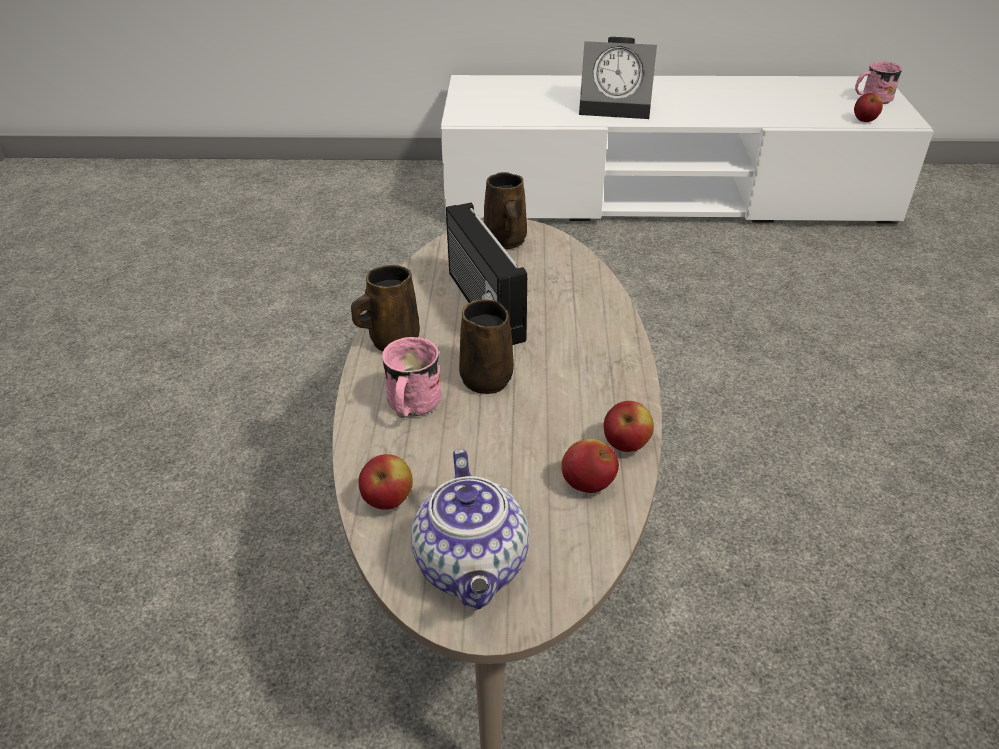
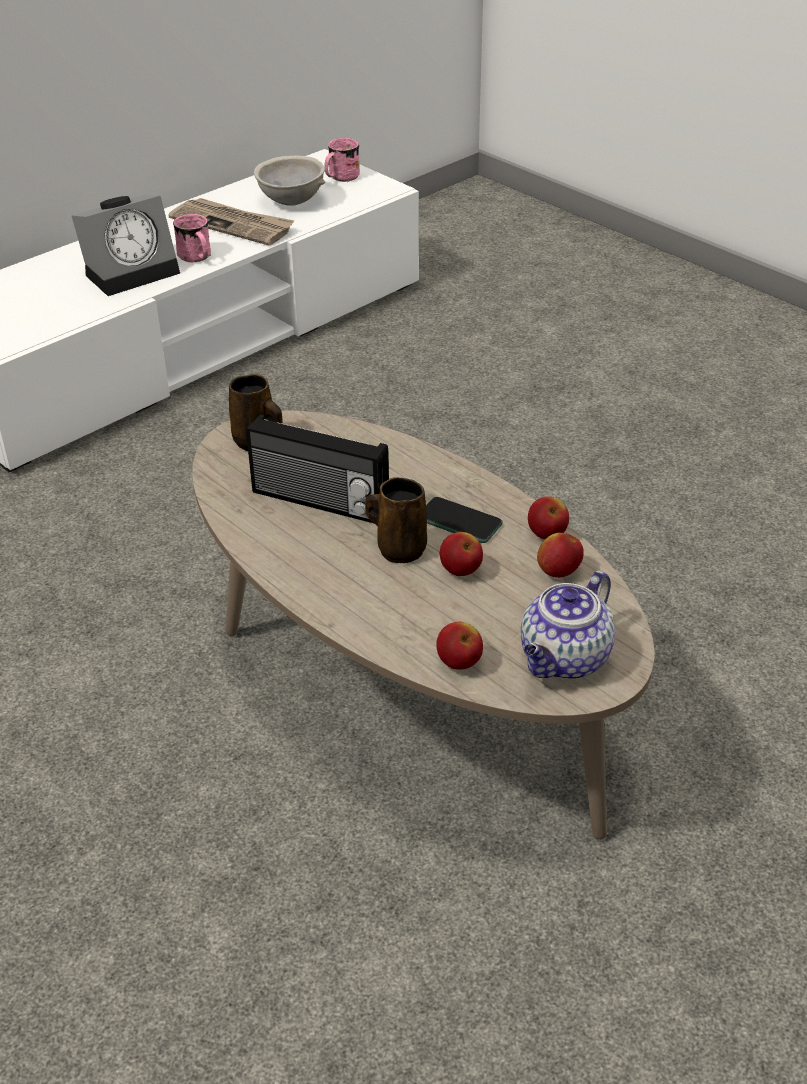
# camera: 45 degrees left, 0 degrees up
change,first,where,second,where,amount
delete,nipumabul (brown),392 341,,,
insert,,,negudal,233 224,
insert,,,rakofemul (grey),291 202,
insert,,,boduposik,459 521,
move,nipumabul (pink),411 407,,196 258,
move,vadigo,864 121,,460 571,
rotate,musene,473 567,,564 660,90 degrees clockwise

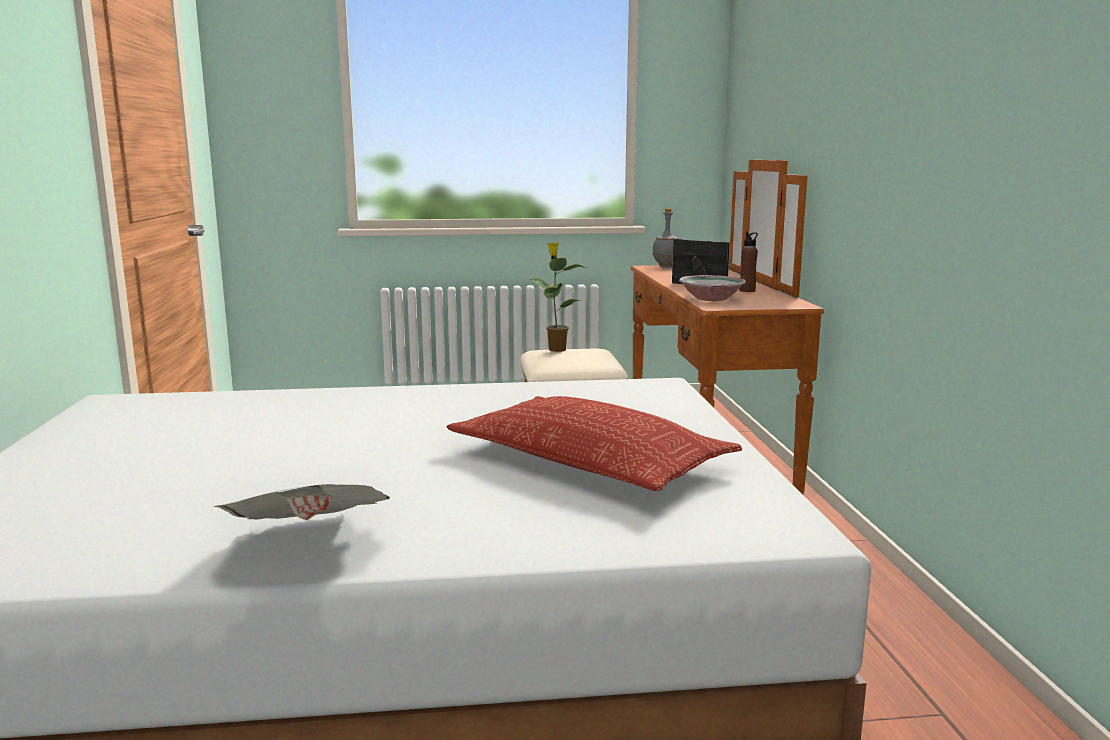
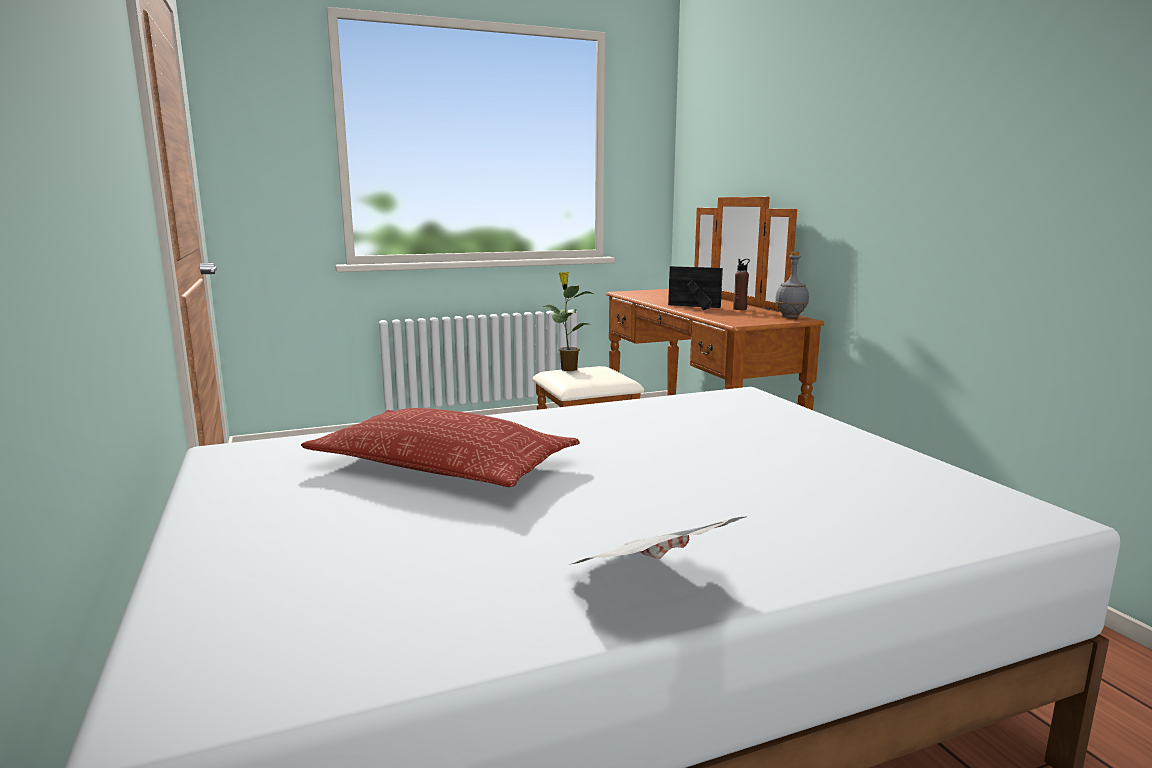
# camera: 15 degrees left, 0 degrees up
change,first,where,second,where,amount
delete,rakofemul,710 298,,,
move,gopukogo,588 459,,441 464,
move,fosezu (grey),666 267,,790 317,

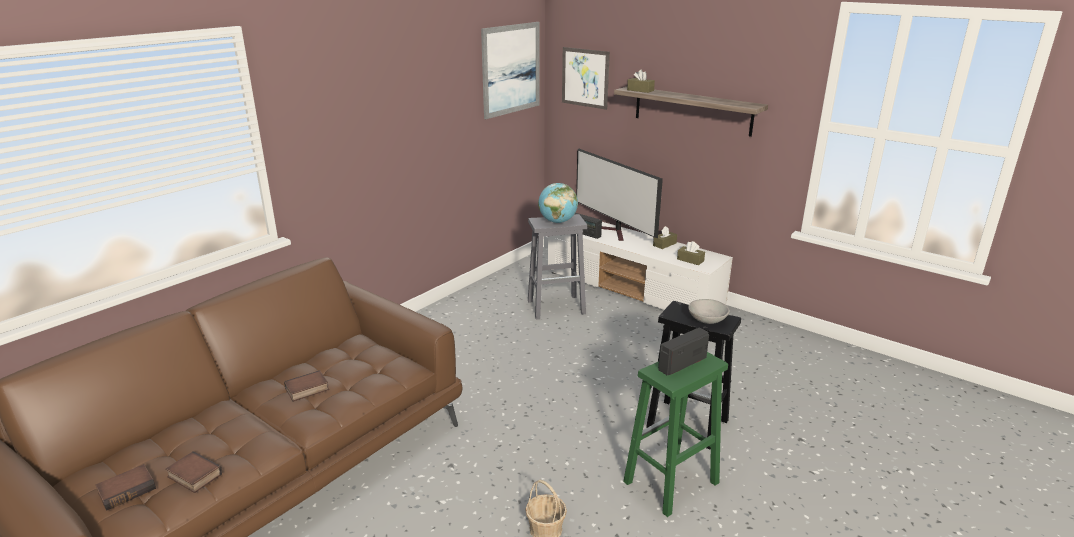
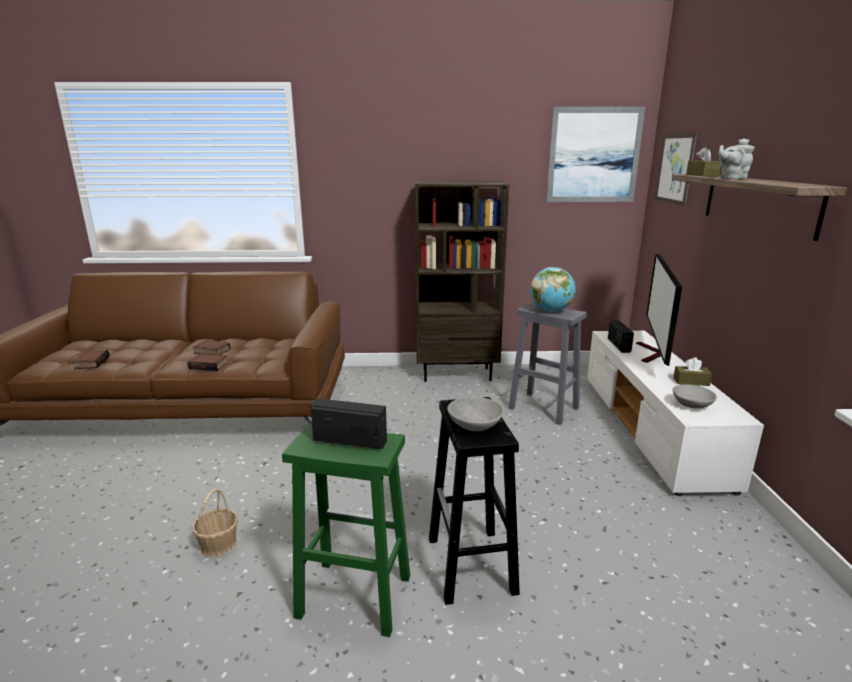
# camera: 50 degrees right, 5 degrees down
change,first,where,second,where,amount
insert,,,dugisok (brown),457 374,
insert,,,musene (grey),731 178,
move,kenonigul,127 490,,209 365,
replace,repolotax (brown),690 260,rakofemul (grey),691 405,

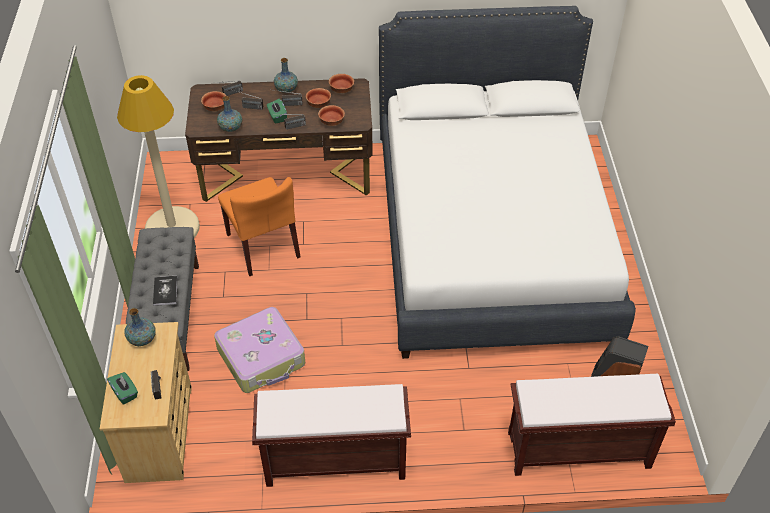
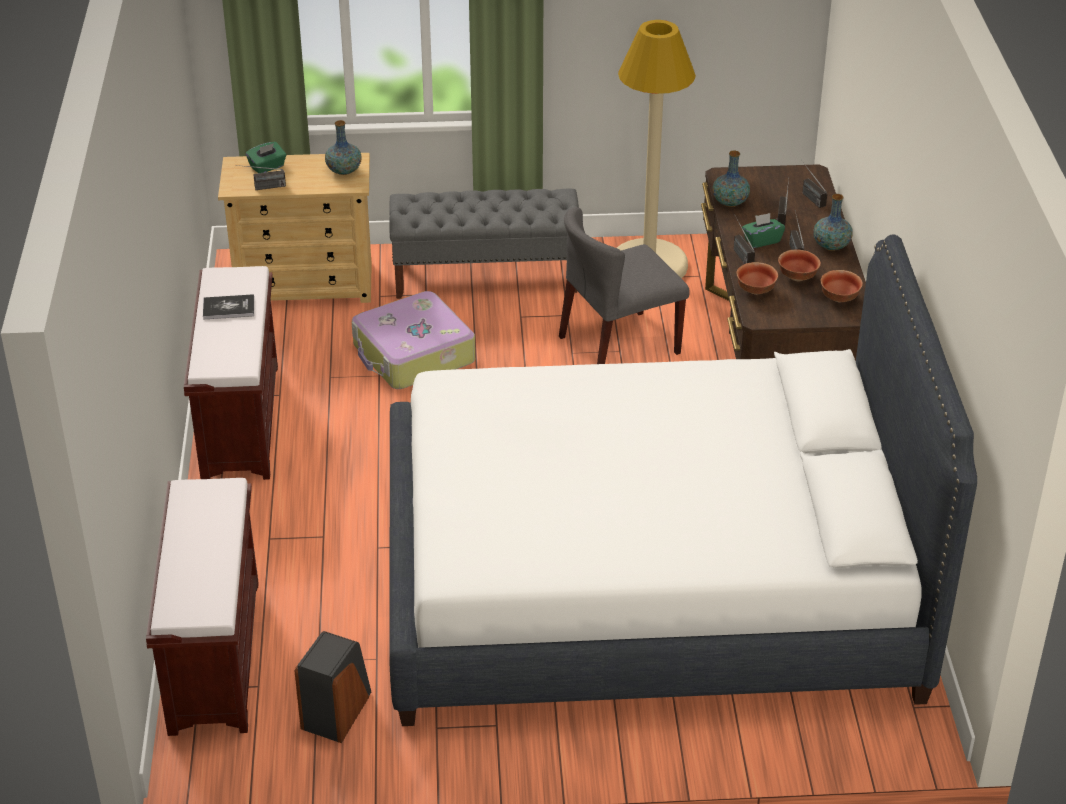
# camera: 90 degrees right, 10 degrees down
change,first,where,second,where,amount
delete,rakofemul,215 108,,,
move,kenonigul,165 291,,228 308,
recolor,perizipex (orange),263 246,perizipex (grey),618 346,

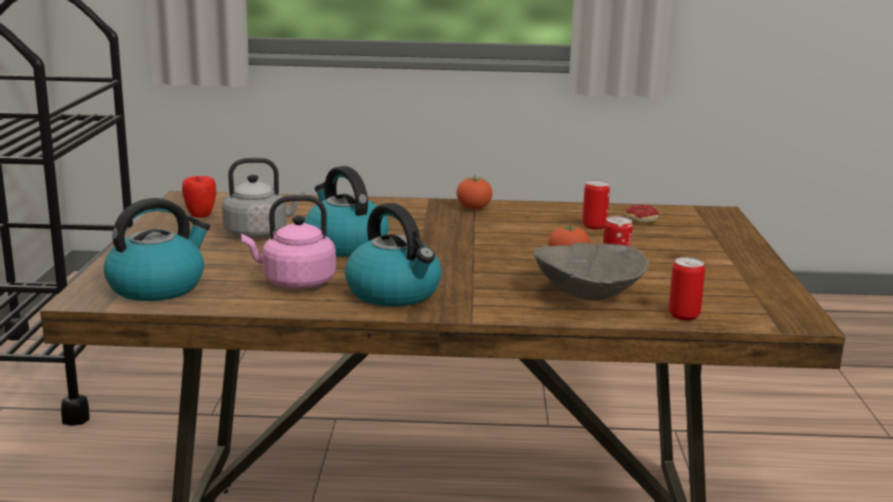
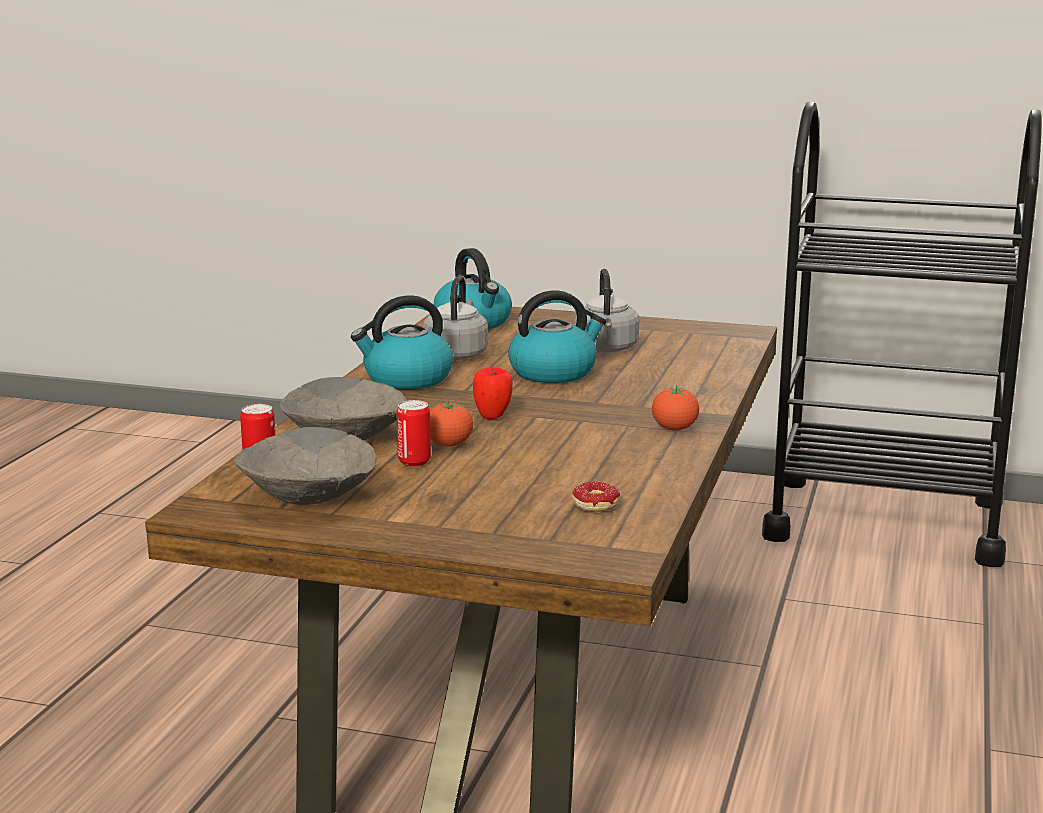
# camera: 105 degrees right, 0 degrees up
change,first,where,second,where,amount
delete,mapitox,594 226,,,
insert,,,rakofemul (grey),308 498,
move,vadigo,200 215,,493 416,
recolor,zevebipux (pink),295 282,zevebipux (grey),457 354,

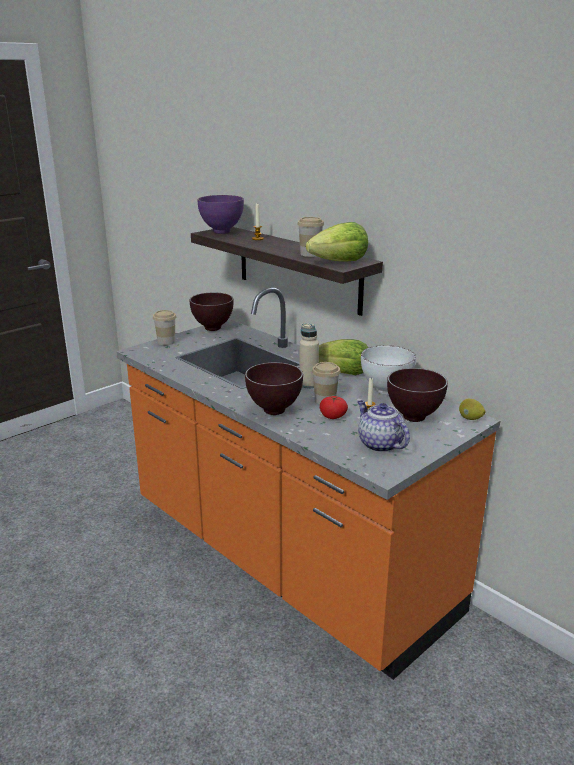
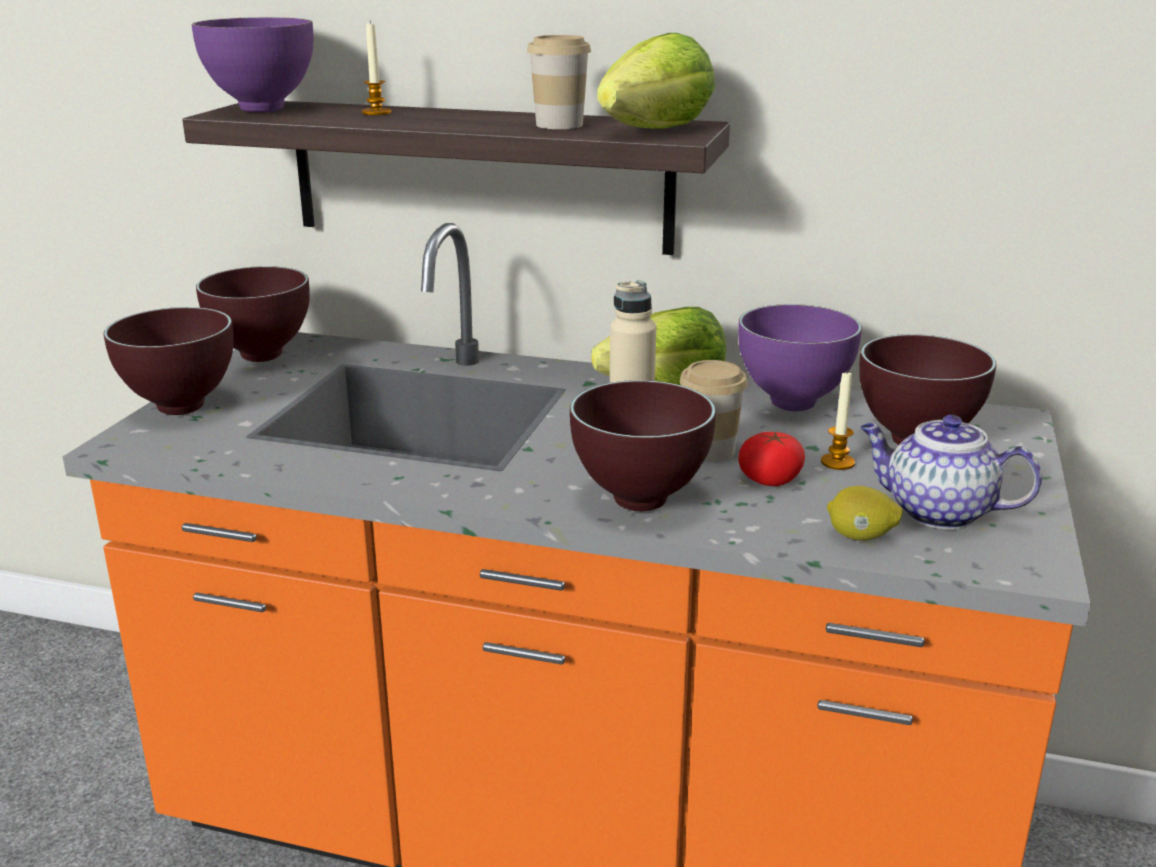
# camera: 30 degrees left, 0 degrees up
change,first,where,second,where,amount
move,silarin,470 419,,860 537,
replace,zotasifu,166 342,rakofemul (brown),180 407,
recolor,rakofemul (white),387 391,rakofemul (purple),796 404,

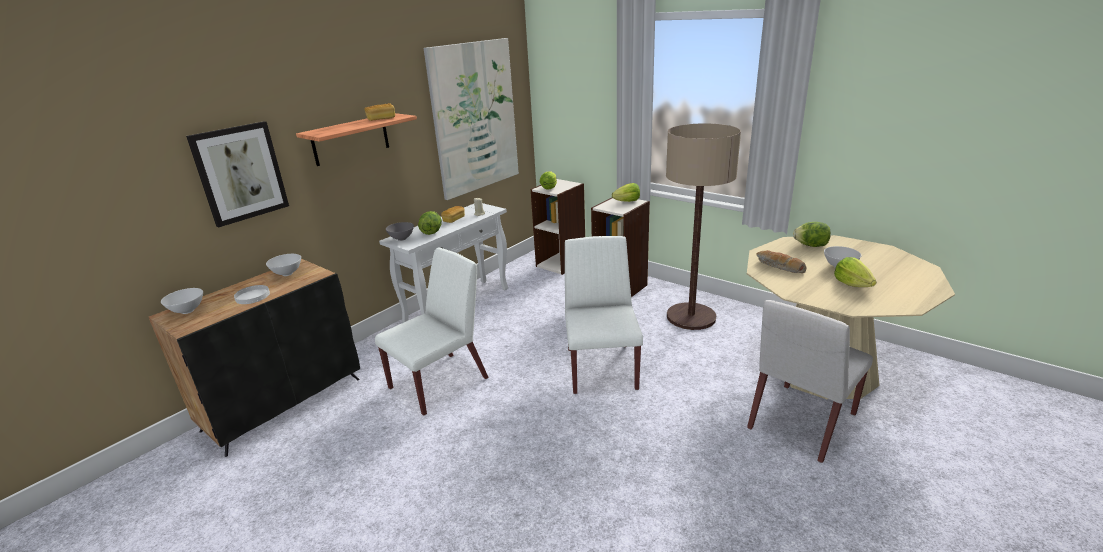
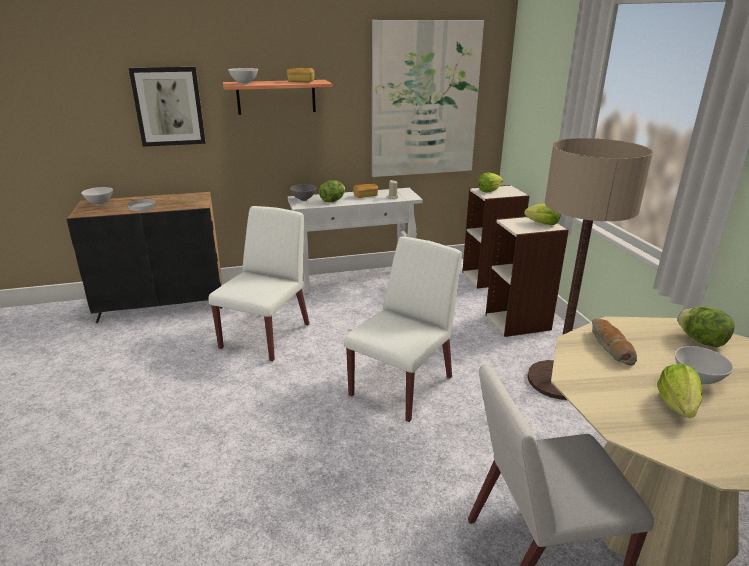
# camera: 35 degrees right, 0 degrees up
change,first,where,second,where,amount
move,rakofemul (white),287 273,,244 83,
rotate,perizipex (white),440 382,,266 335,60 degrees counterclockwise

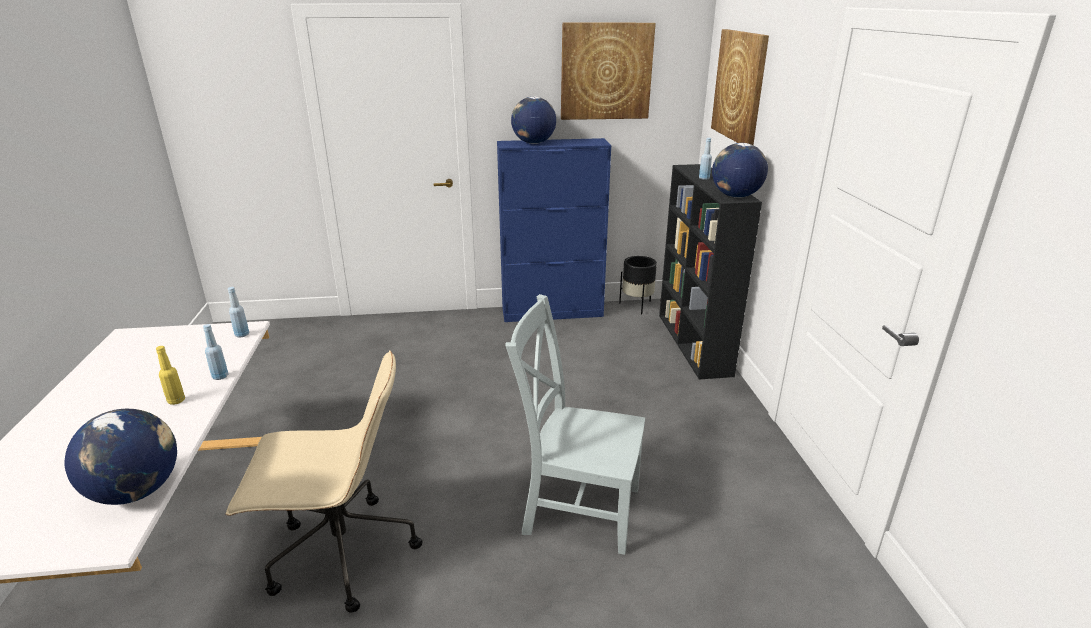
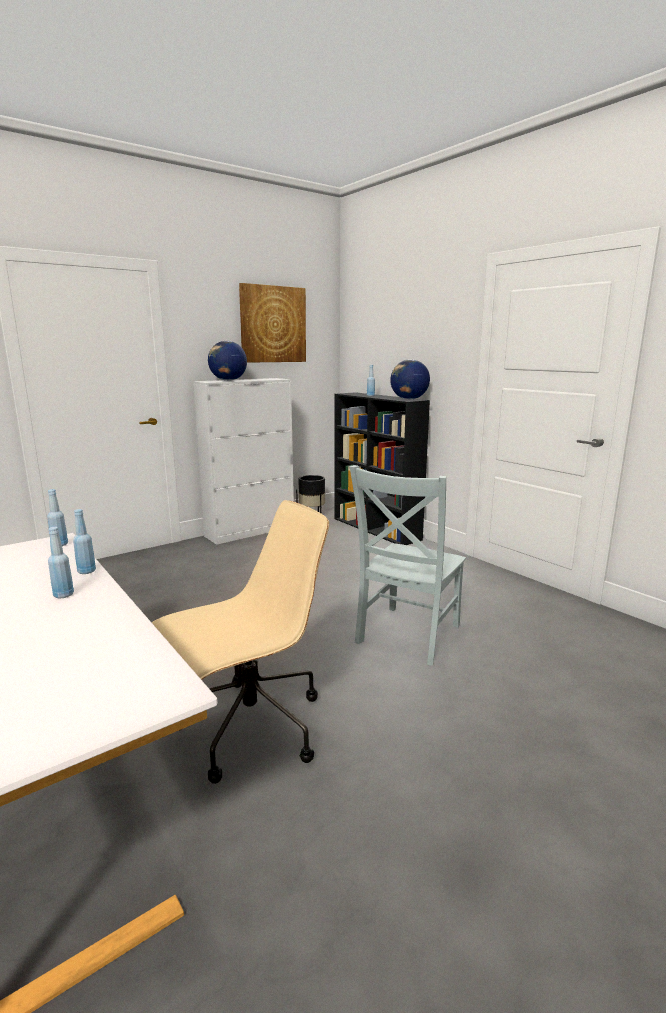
# camera: 30 degrees left, 10 degrees down
change,first,where,second,where,amount
delete,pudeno,137 491,,,
delete,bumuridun,740 86,,,
recolor,fosezu (yellow),176 401,fosezu (blue),63 595,
recolor,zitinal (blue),553 312,zitinal (white),251 531,
rotate,perizipex (grey),576 508,,406 636,45 degrees counterclockwise

